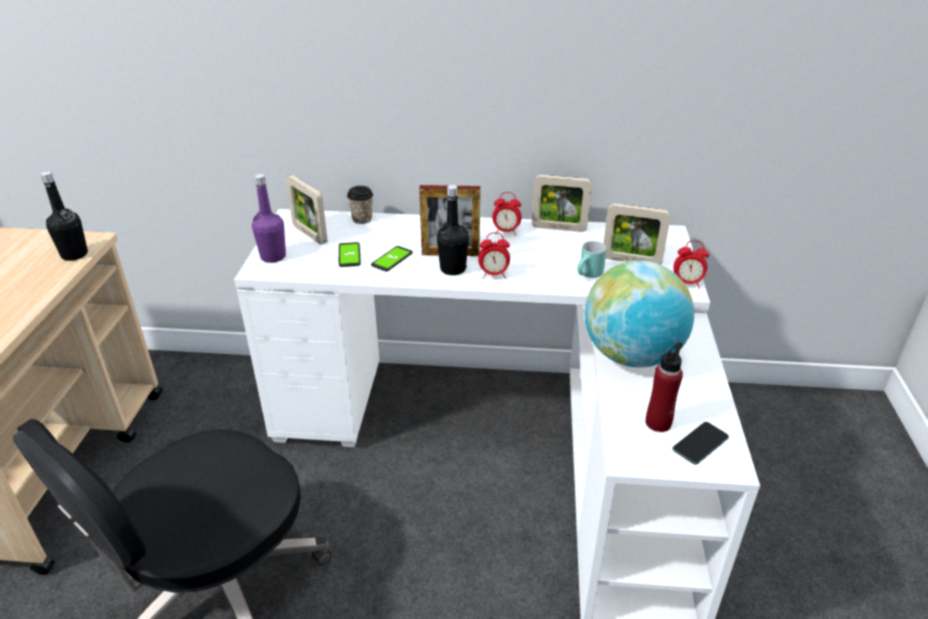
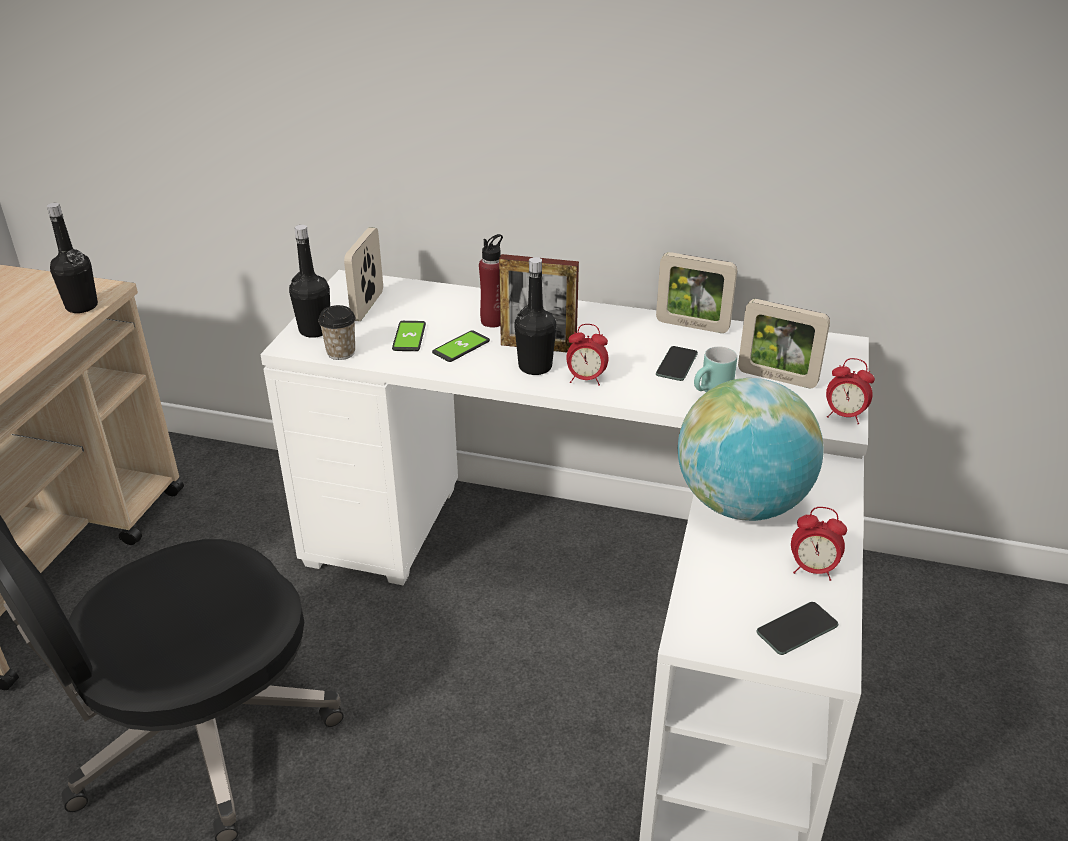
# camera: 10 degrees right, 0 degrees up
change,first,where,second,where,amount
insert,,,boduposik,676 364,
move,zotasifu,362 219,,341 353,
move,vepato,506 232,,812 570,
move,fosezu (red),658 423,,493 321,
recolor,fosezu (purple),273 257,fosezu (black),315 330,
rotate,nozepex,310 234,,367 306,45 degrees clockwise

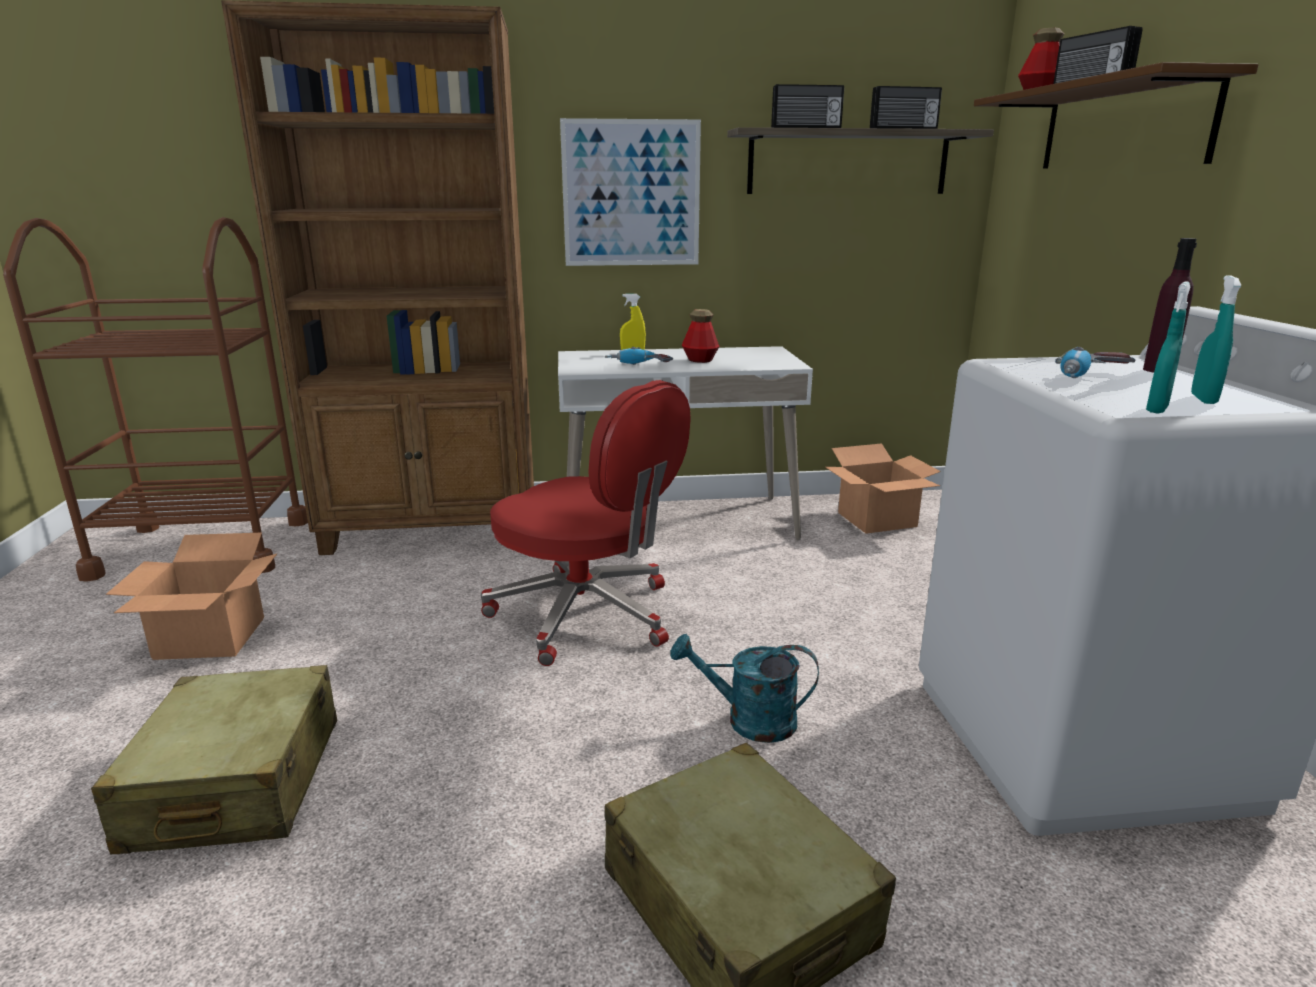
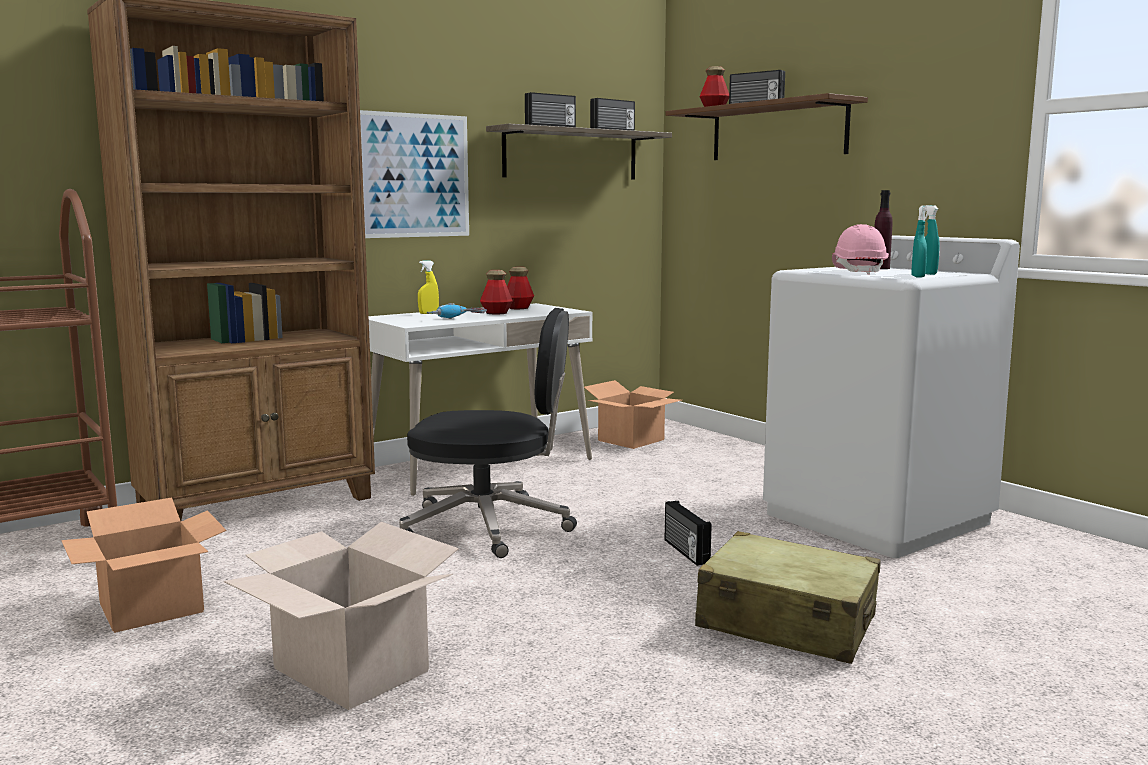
# camera: 30 degrees left, 10 degrees down
change,first,where,second,where,amount
insert,,,fosezu,518 308,
replace,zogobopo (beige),236 784,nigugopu,352 669,
replace,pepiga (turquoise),748 721,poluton,685 551,
replace,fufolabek,1089 378,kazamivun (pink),858 271,
recolor,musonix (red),587 615,musonix (black),490 527,

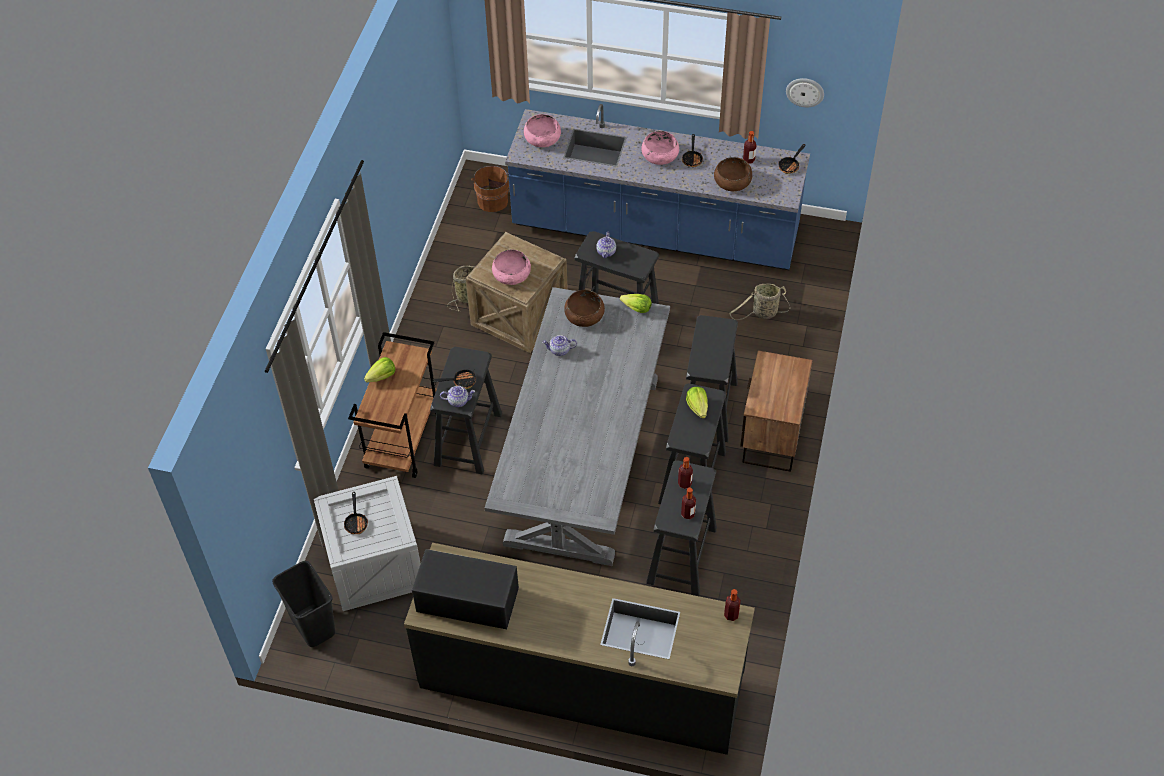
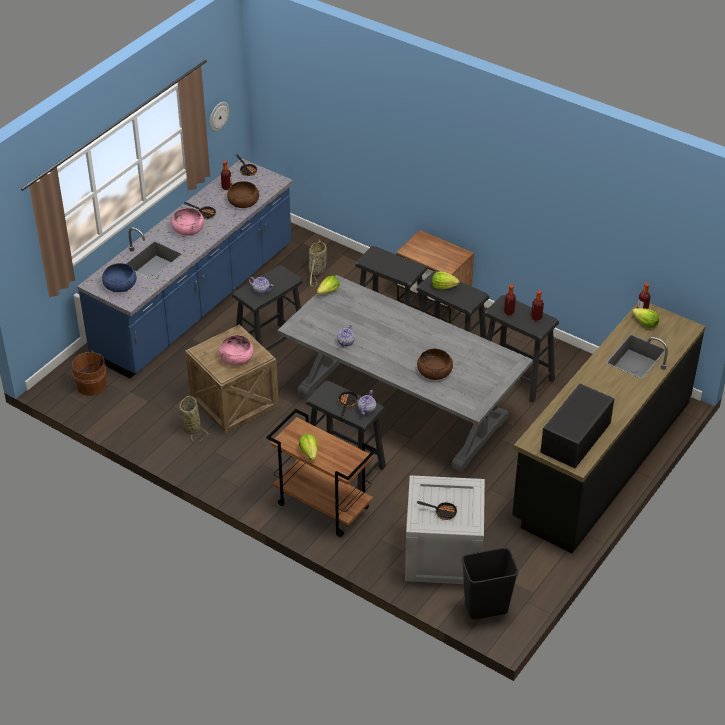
# camera: 70 degrees left, 10 degrees down
change,first,where,second,where,amount
insert,,,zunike,645 323,
move,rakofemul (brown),584 315,,434 371,
recolor,rakofemul (pink),542 138,rakofemul (blue),120 285,

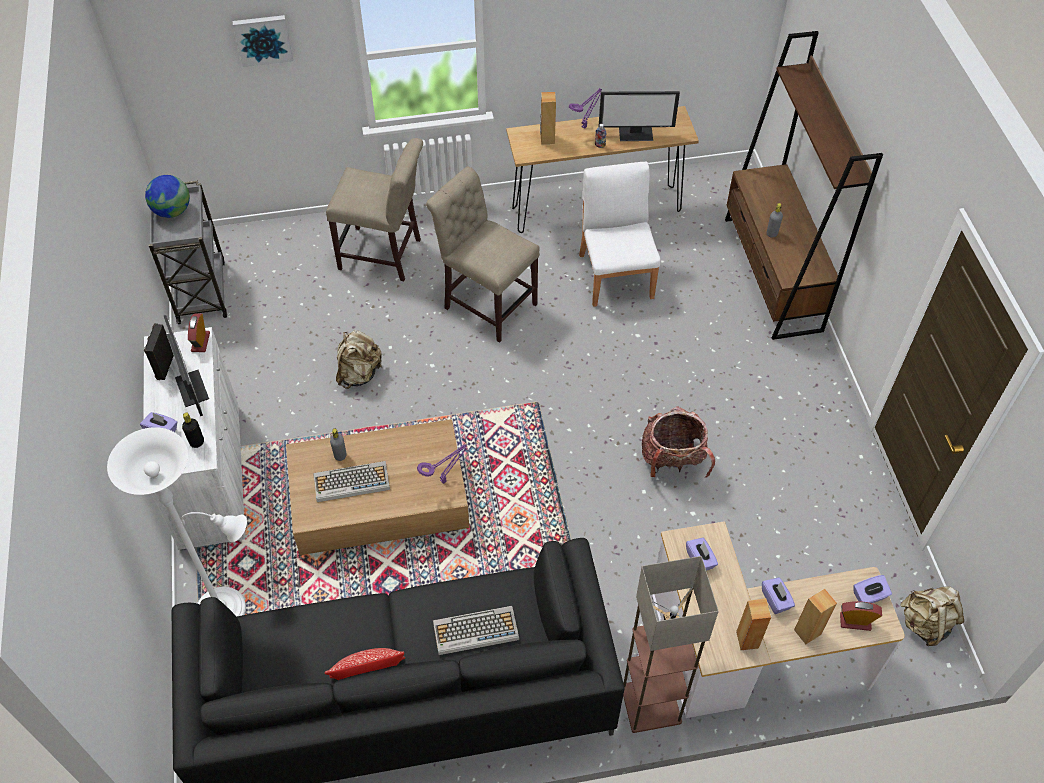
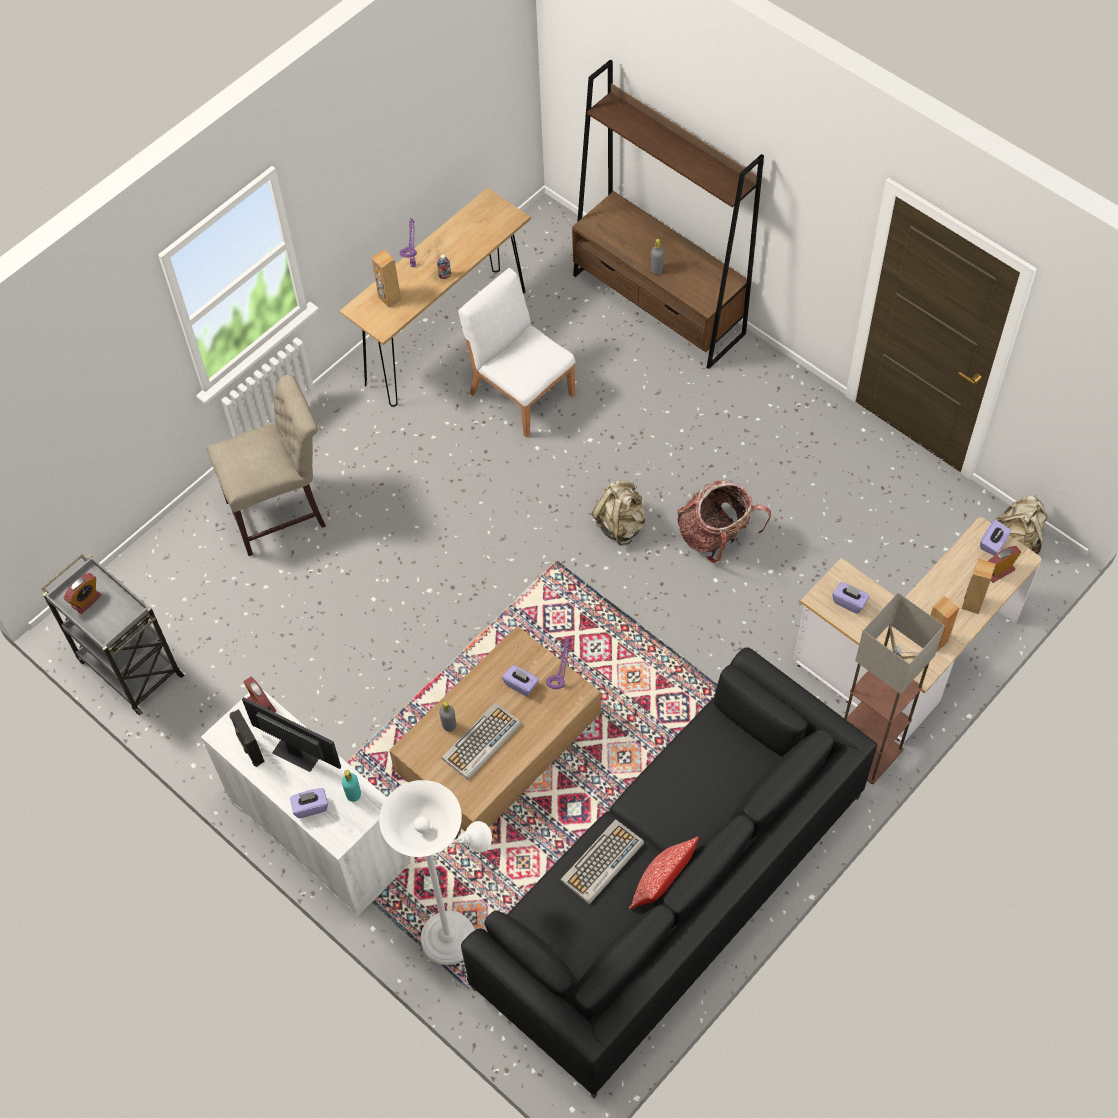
# camera: 35 degrees left, 5 degrees up
change,first,where,second,where,amount
delete,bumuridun,263 39,,,
delete,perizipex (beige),486 303,,,
delete,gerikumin,636 133,,,
move,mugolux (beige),359 373,,621 524,
move,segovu,475 631,,602 863,
move,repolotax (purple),776 600,,521 685,
replace,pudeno,172 211,vepato,86 600,
recolor,fosezu (black),197 442,fosezu (turquoise),353 794,

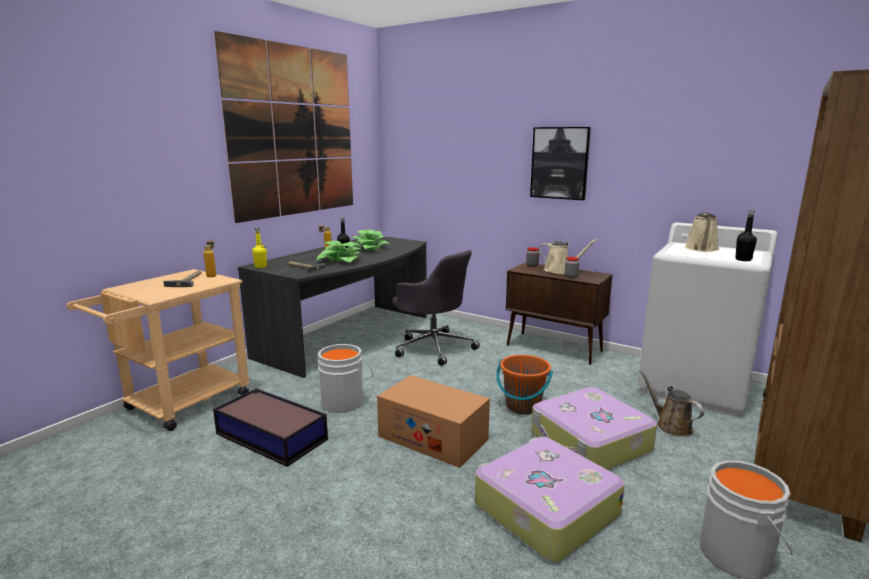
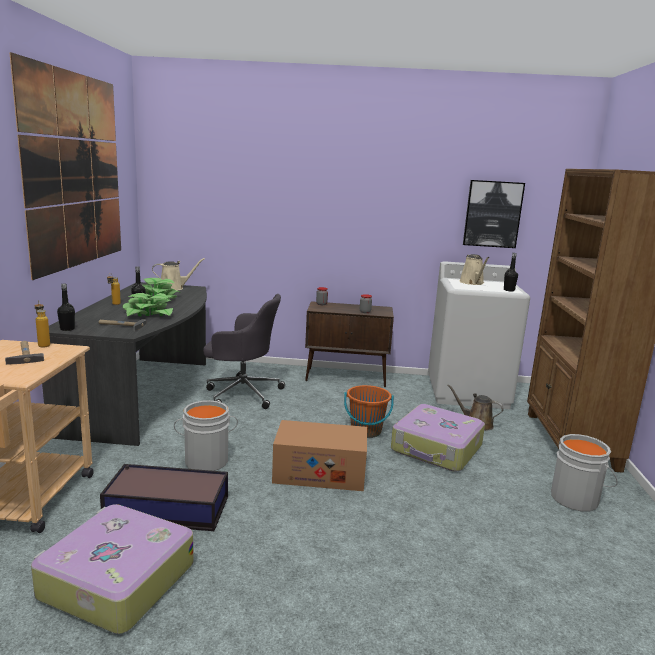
# camera: 30 degrees left, 0 degrees up
change,first,where,second,where,amount
move,zogobopo,544 509,,115 580,
move,bumuridun,560 163,,492 214,
move,pepiga (beige),560 270,,174 288,
recolor,fosezu (yellow),260 267,fosezu (black),67 329,

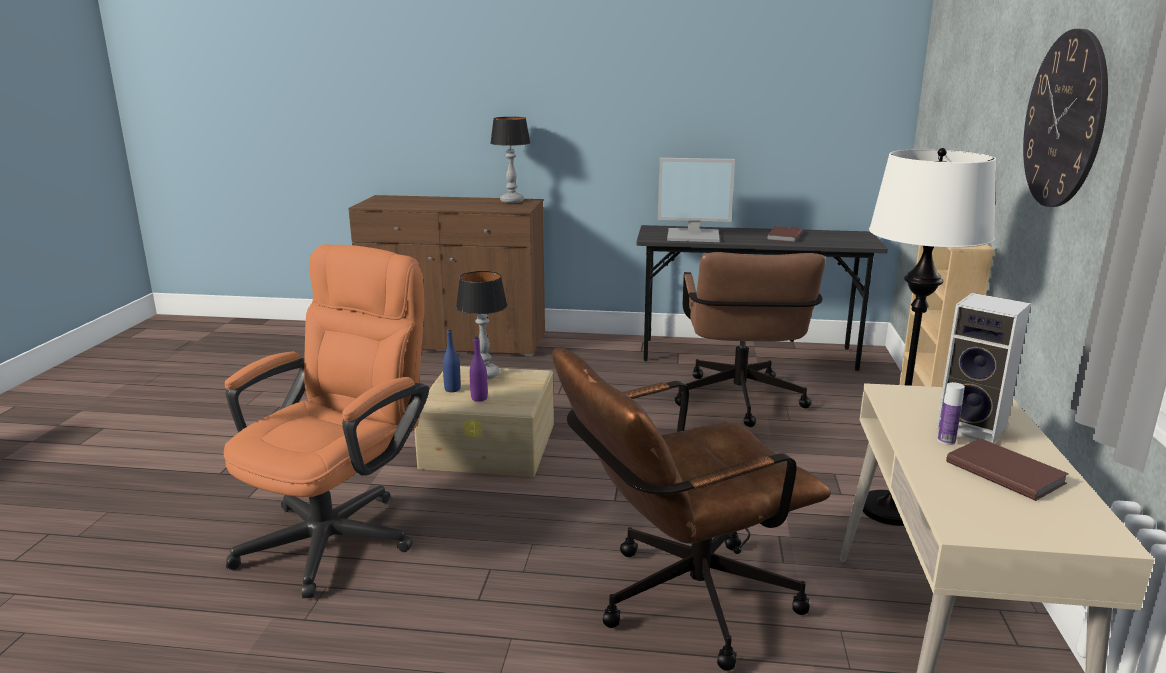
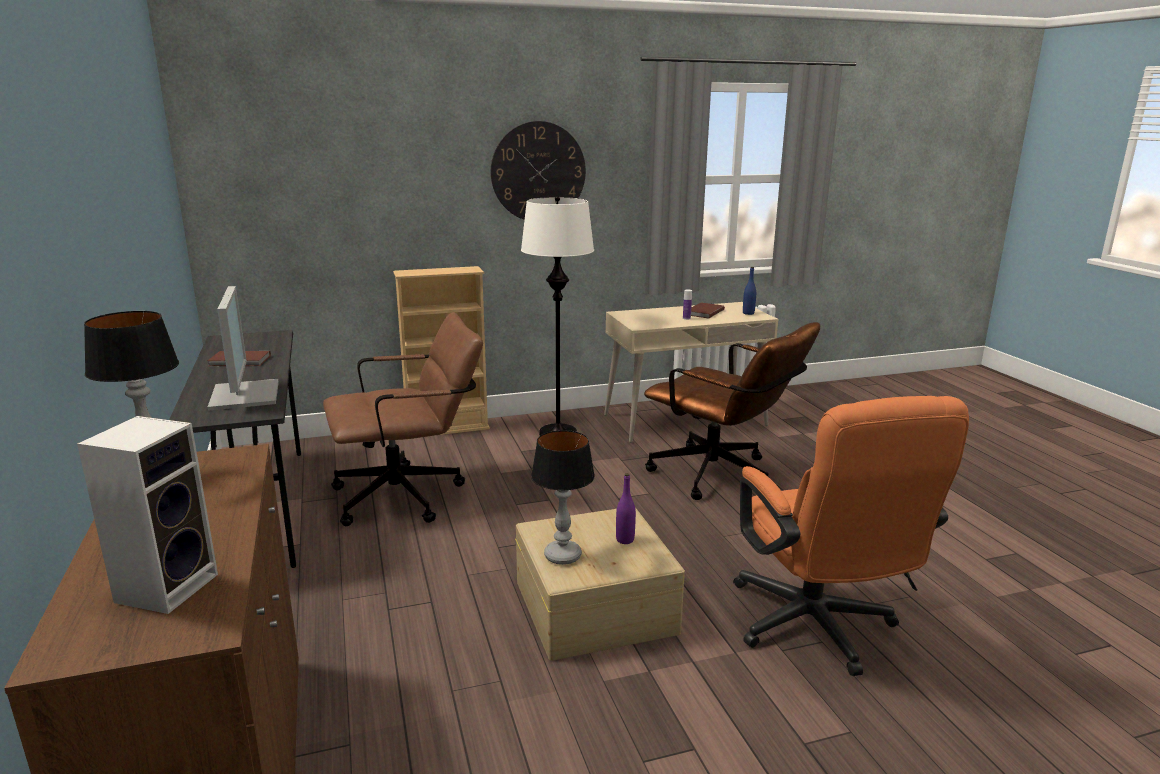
# camera: 115 degrees left, 0 degrees up
change,first,where,second,where,amount
move,fosezu (blue),452 389,,748 313,
move,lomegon,974 427,,168 586,
rotate,musonix (orange),340 532,,818 630,105 degrees counterclockwise

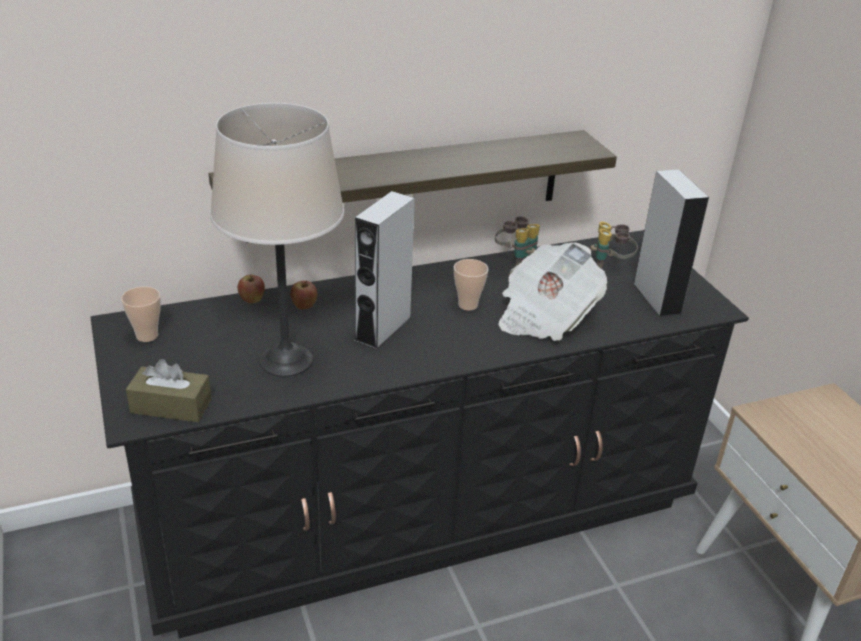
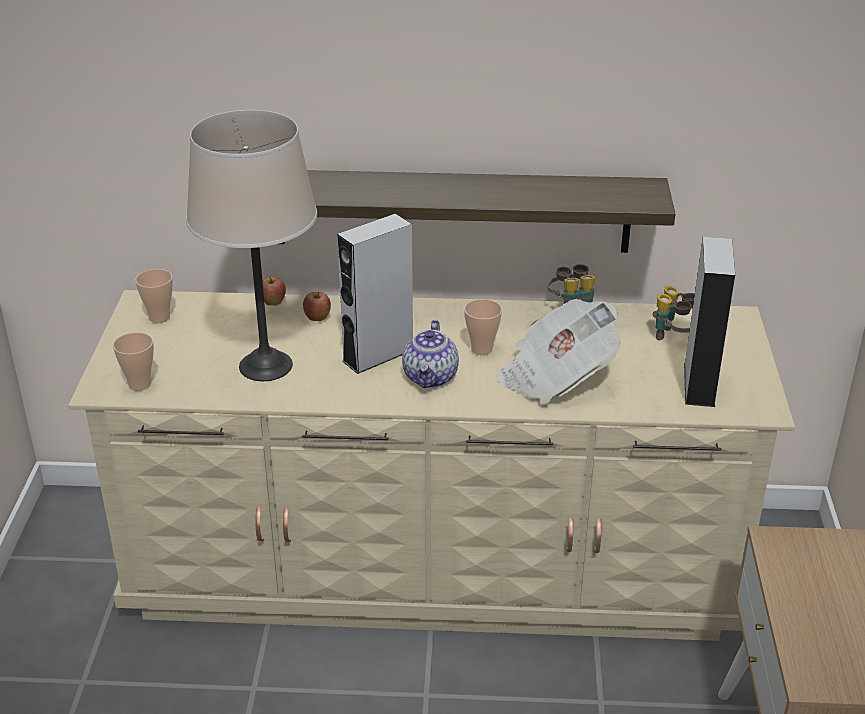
# camera: 25 degrees right, 0 degrees up
change,first,where,second,where,amount
insert,,,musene,431 377,
replace,repolotax (brown),171 406,zotasifu,139 384,
recolor,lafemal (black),419 510,lafemal (beige),432 567,

